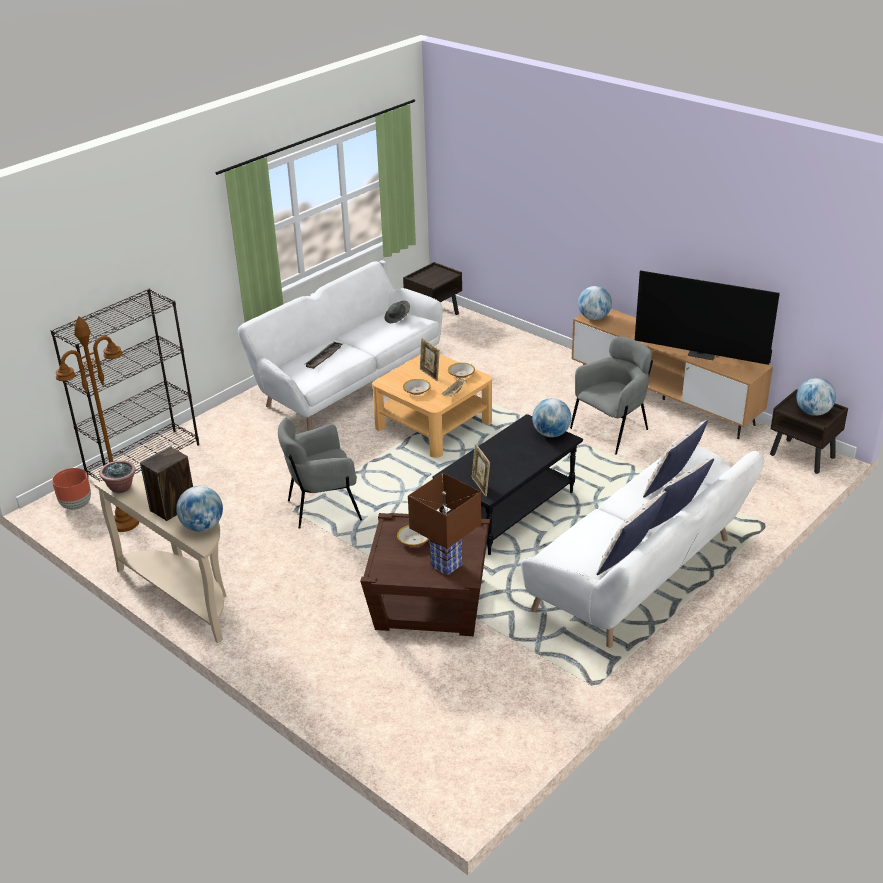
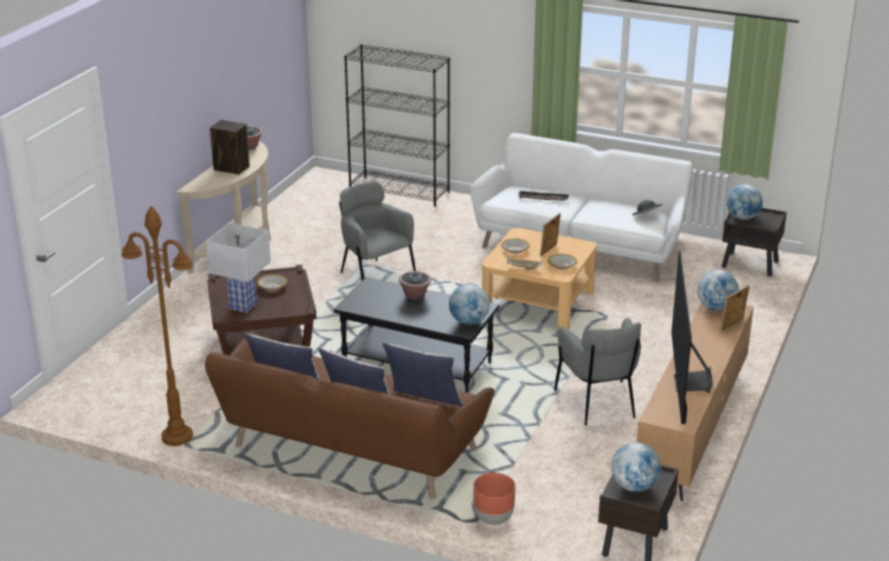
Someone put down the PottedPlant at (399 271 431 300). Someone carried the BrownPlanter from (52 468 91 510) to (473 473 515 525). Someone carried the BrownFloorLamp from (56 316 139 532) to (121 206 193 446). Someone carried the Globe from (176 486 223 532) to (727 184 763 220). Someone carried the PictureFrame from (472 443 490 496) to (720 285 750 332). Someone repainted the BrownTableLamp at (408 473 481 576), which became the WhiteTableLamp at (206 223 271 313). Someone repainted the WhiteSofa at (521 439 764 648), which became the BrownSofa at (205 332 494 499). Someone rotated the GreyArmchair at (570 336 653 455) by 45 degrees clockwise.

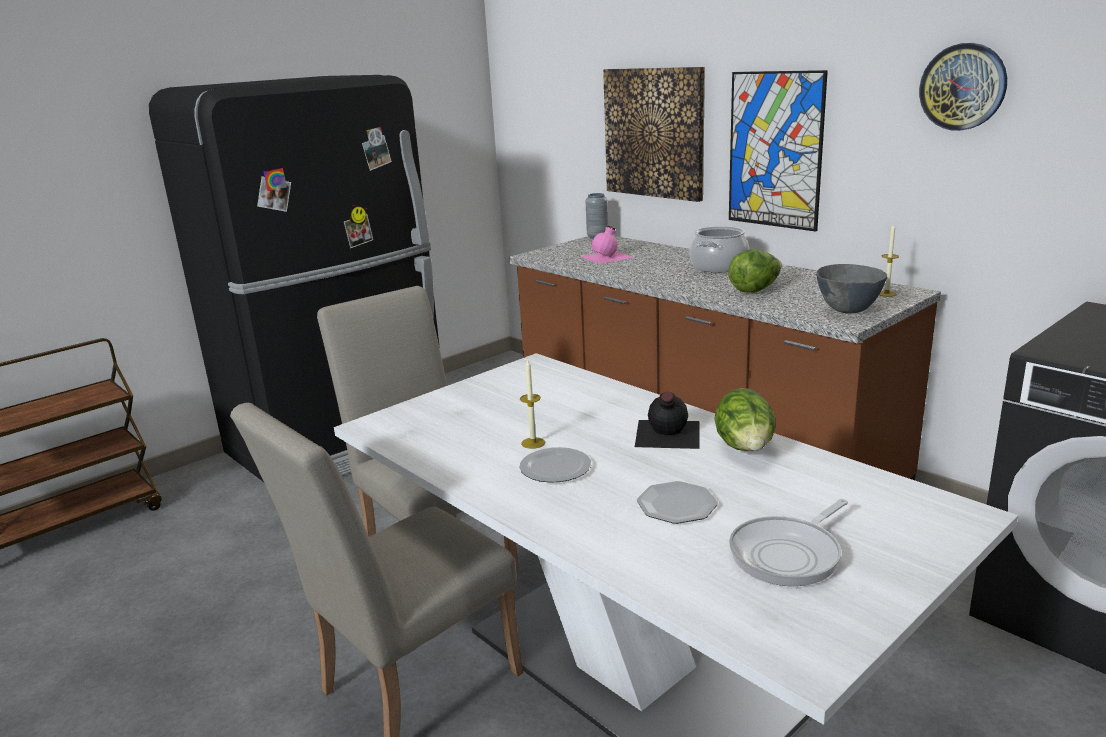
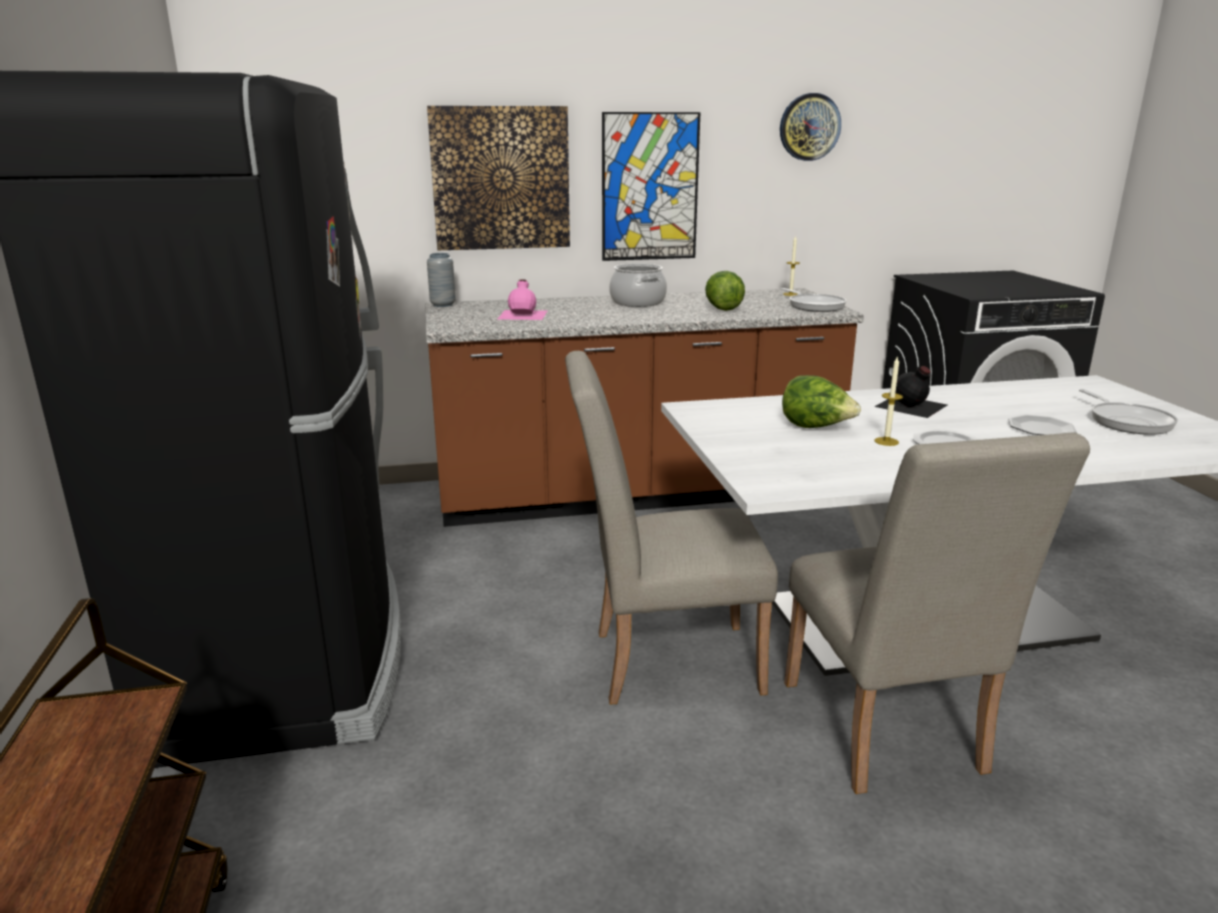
Someone carried the Lettuce from (714 388 776 451) to (782 375 861 428). Someone swapped the GreyBowl at (816 264 887 314) for the FryingPan at (780 288 846 312).

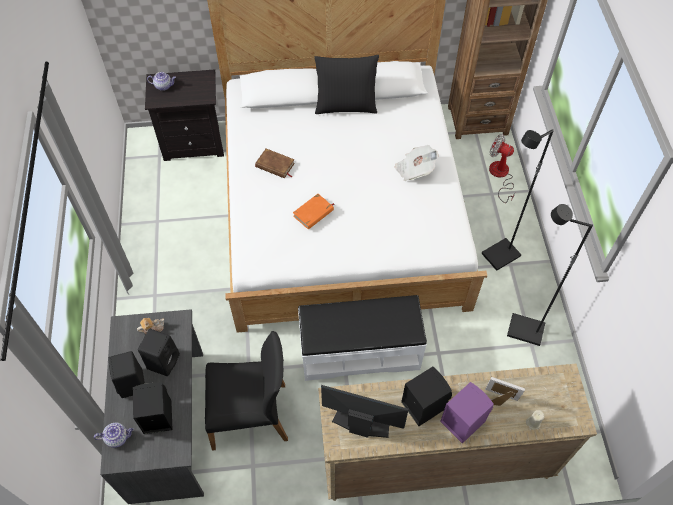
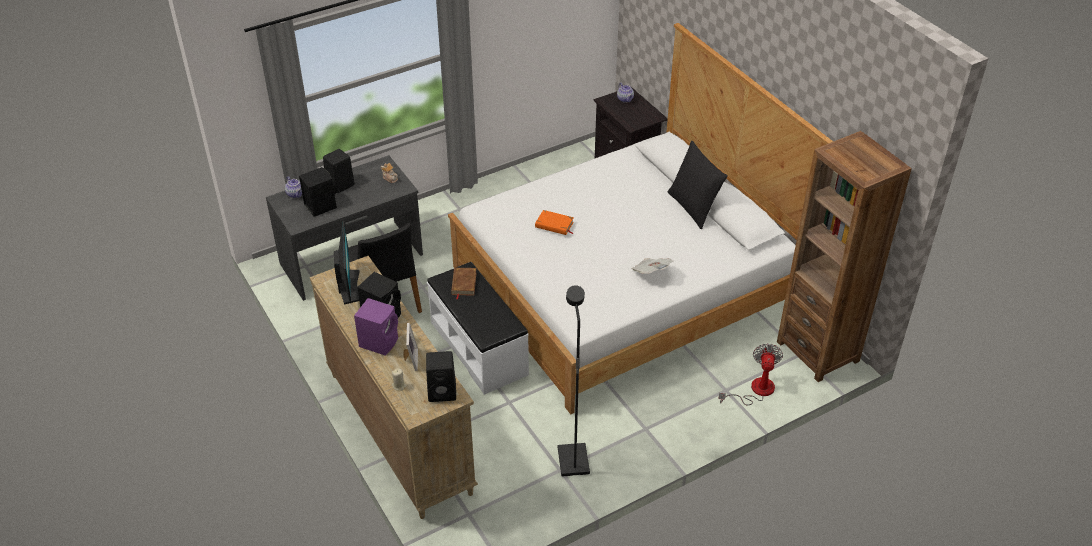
Someone took away the BlackFloorLamp at (481 129 554 271). Someone carried the BlackSpeaker from (138 329 180 376) to (426 351 456 402). Someone carried the BrownBook from (255 149 295 178) to (451 268 477 300).

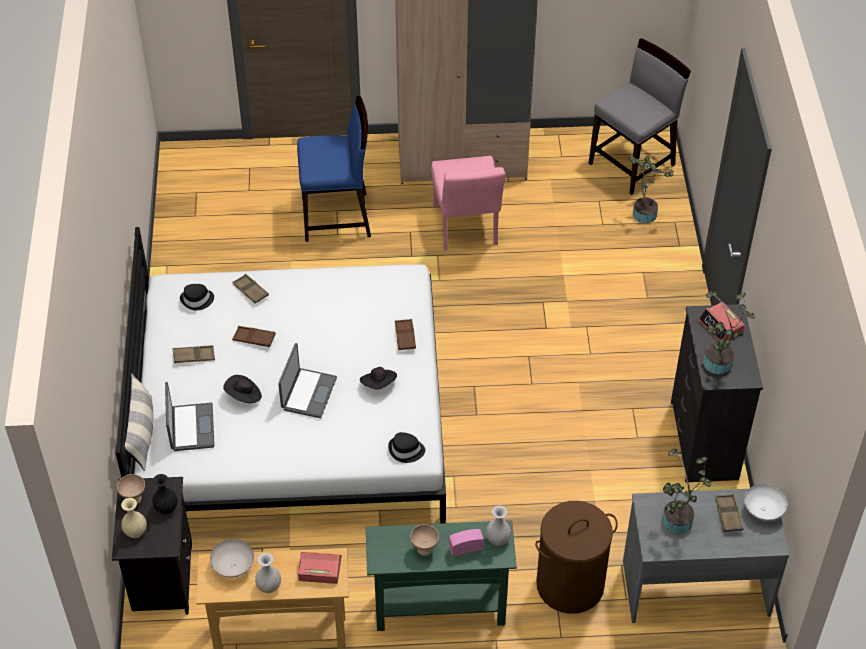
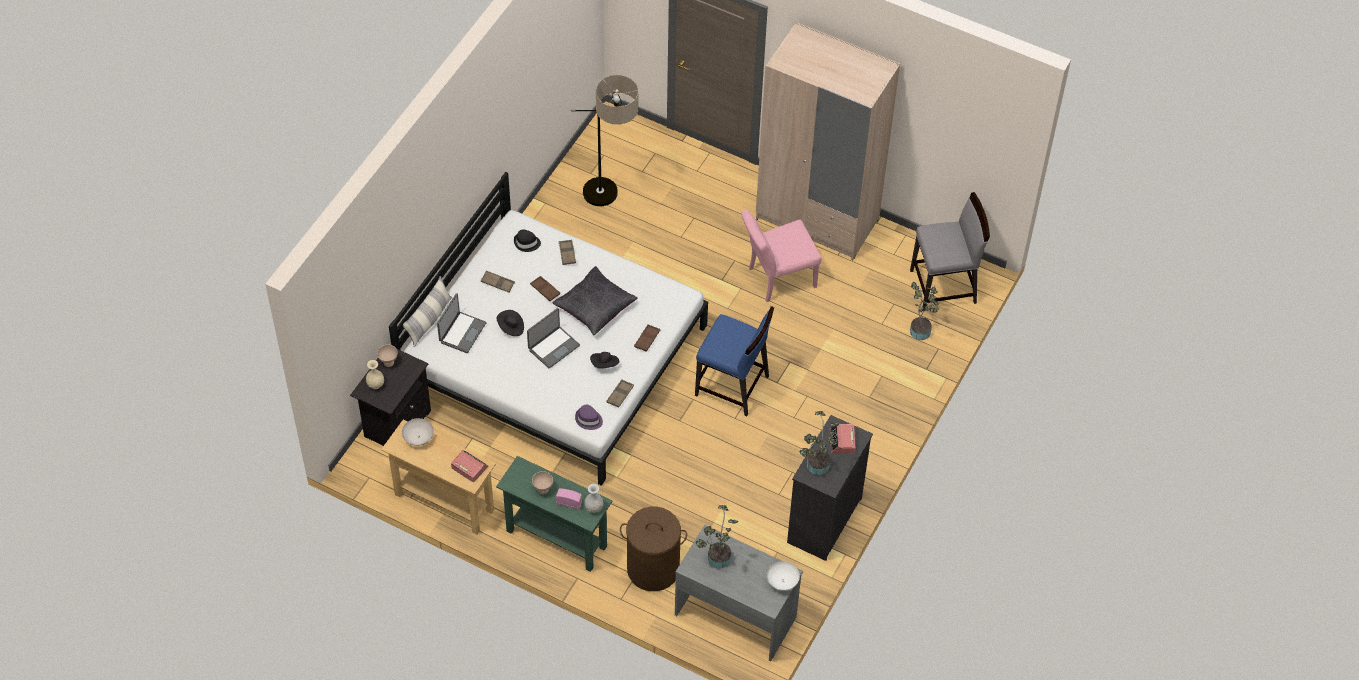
Someone took away the BlackVase at (152 474 178 514). Someone took away the WhiteVase at (255 553 281 593). Someone put down the BlackPillow at (553 266 637 335). Someone put down the FloorLamp at (571 75 638 206). Someone carried the BlueChair from (297 96 371 242) to (695 306 774 416). Someone carried the BrownTray from (715 494 743 532) to (606 379 634 407). Someone repainted the BlackHat at (388 432 425 463), which became the PurpleHat at (575 404 603 430). Someone rotated the PinkChair at (431 156 506 250) by 45 degrees clockwise.

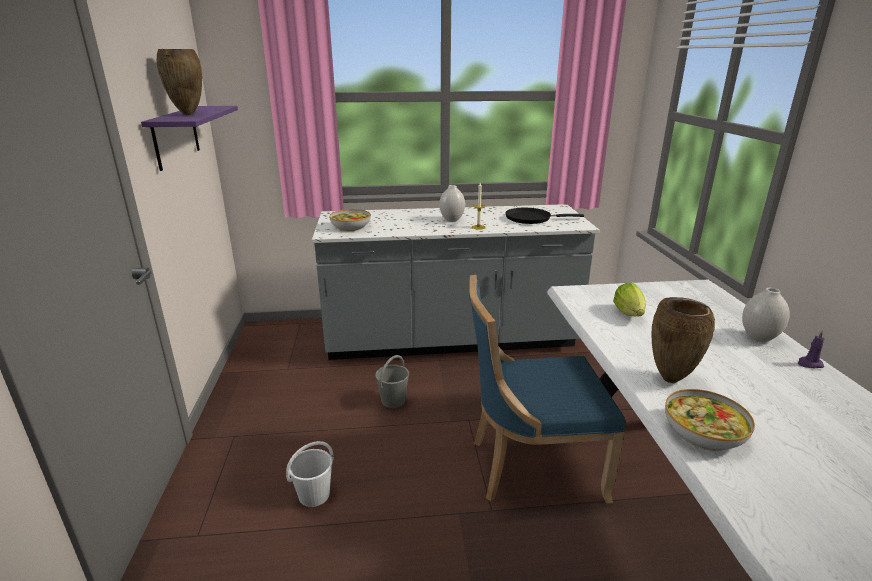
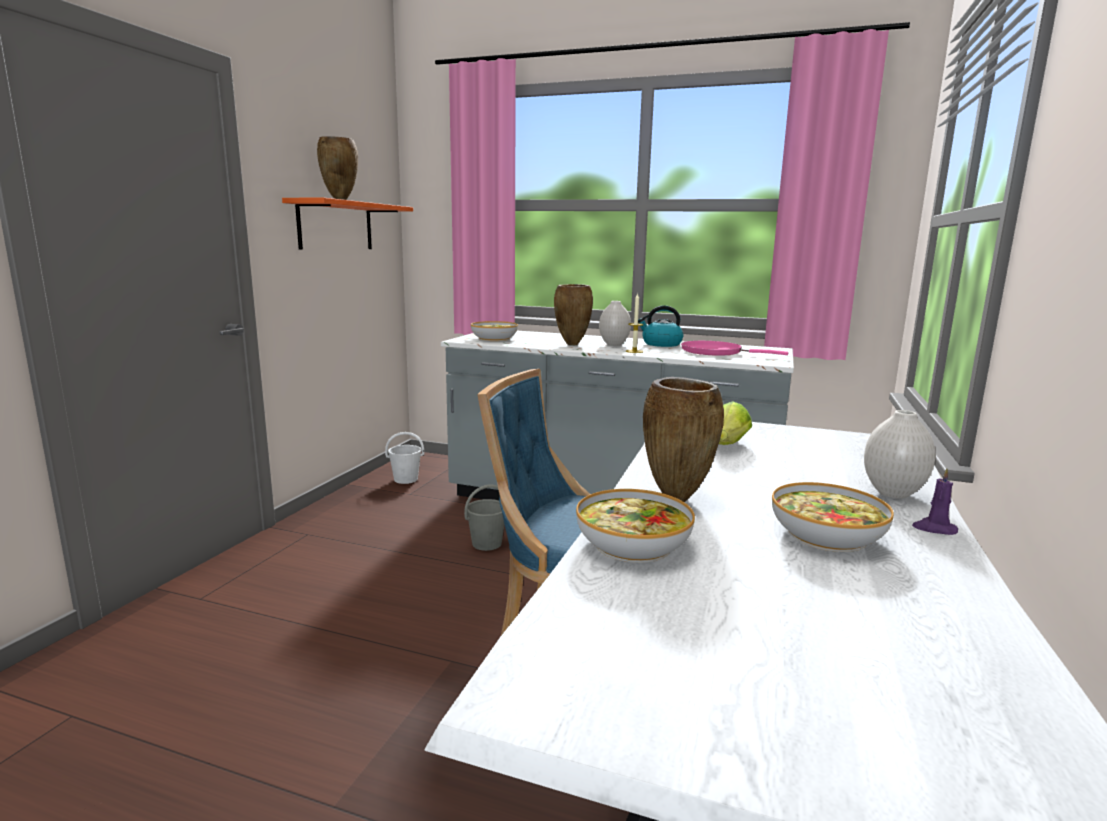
Someone put down the BrownVase at (554 284 593 345). Someone put down the Kettle at (638 306 683 347). Someone put down the Bowl at (772 482 894 552). Someone carried the WhiteBucket from (286 441 334 507) to (385 432 424 484). Someone repainted the PurpleShelf at (141 106 238 171), which became the OrangeShelf at (282 197 413 250). Someone repainted the BlackFryingPan at (505 208 584 224), which became the PinkFryingPan at (681 341 788 356).

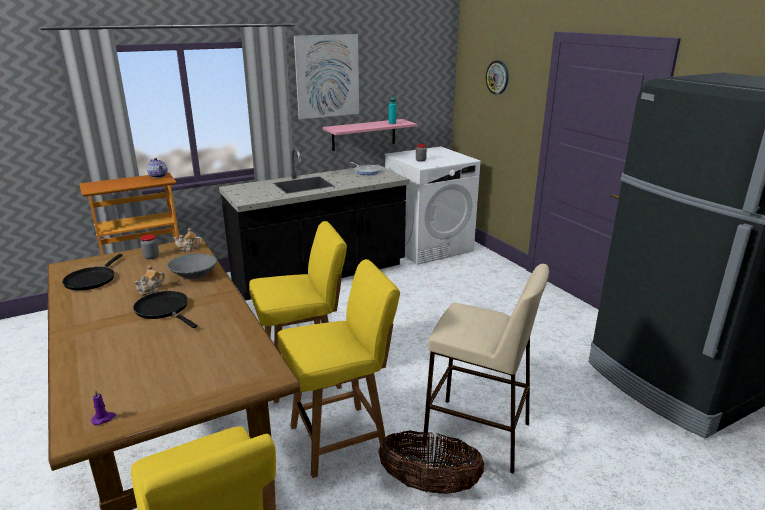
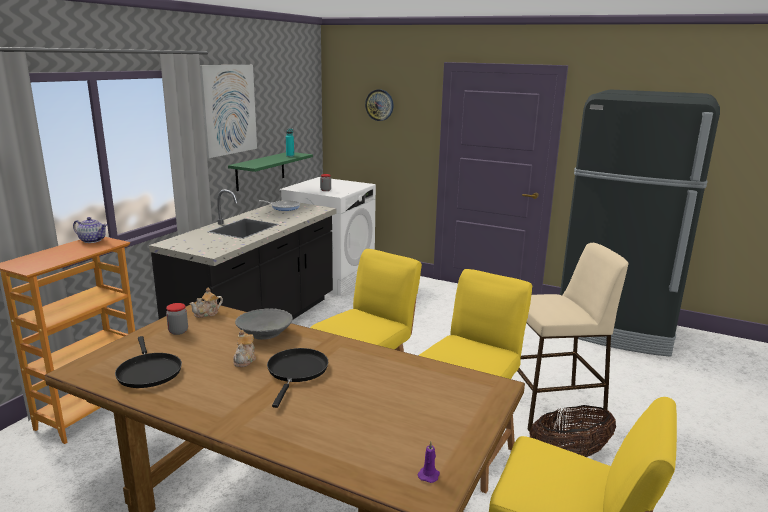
Someone repainted the PinkShelf at (323 119 417 151), which became the GreenShelf at (228 152 313 191). Someone rotated the BlackFryingPan at (133 291 197 328) by 90 degrees clockwise.

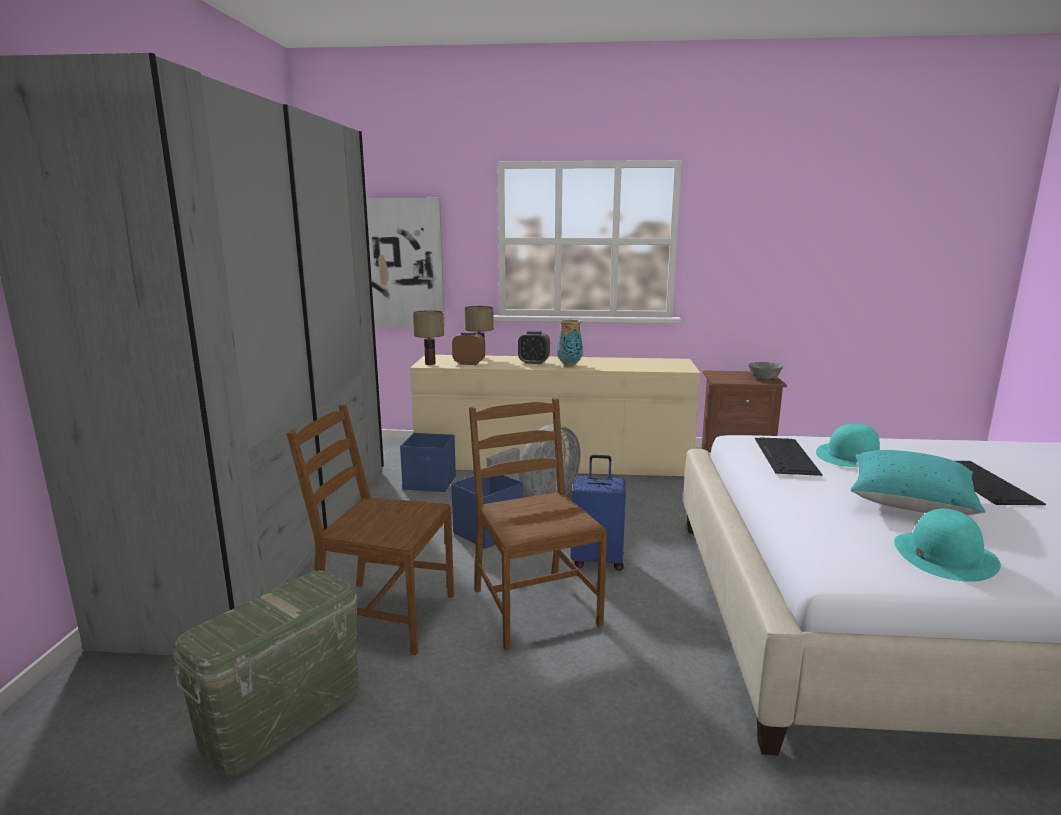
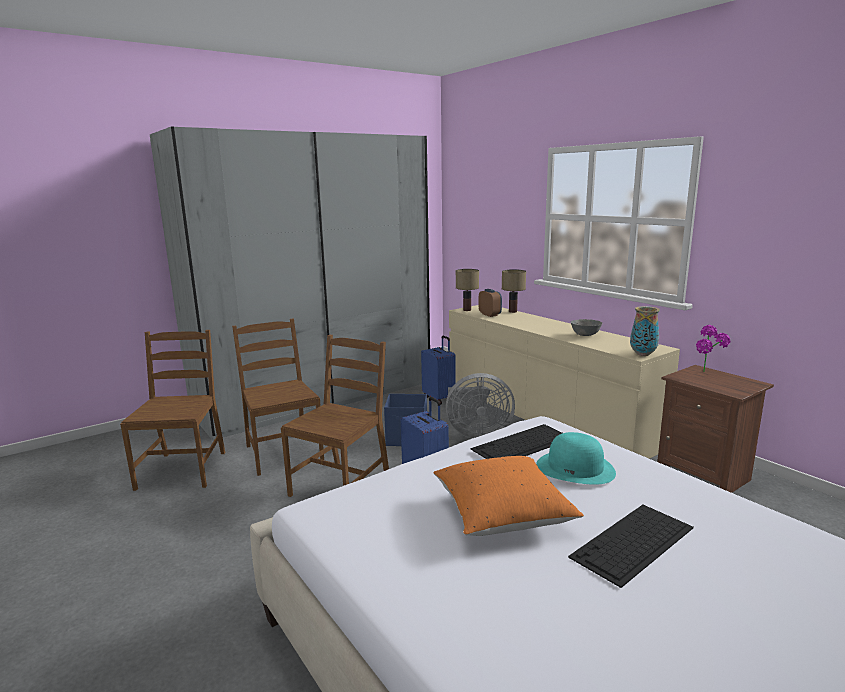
Someone took away the Picture at (366 198 445 327). Someone took away the AlarmClock at (518 331 550 364). Someone took away the TurquoiseHat at (894 508 1001 582). Someone put down the PottedPlant at (696 325 731 372). Someone carried the Vase from (557 319 583 366) to (630 306 660 356). Someone carried the GreyBowl from (748 362 783 380) to (571 319 602 336). Someone swapped the GreenStorageBox at (171 570 359 776) for the BrownChair at (120 330 225 491). Someone swapped the BlueStorageBox at (400 433 456 492) for the BlueSuitcase at (421 336 456 405). Someone repainted the TurquoisePillow at (850 450 986 515), which became the OrangePillow at (434 456 584 536).

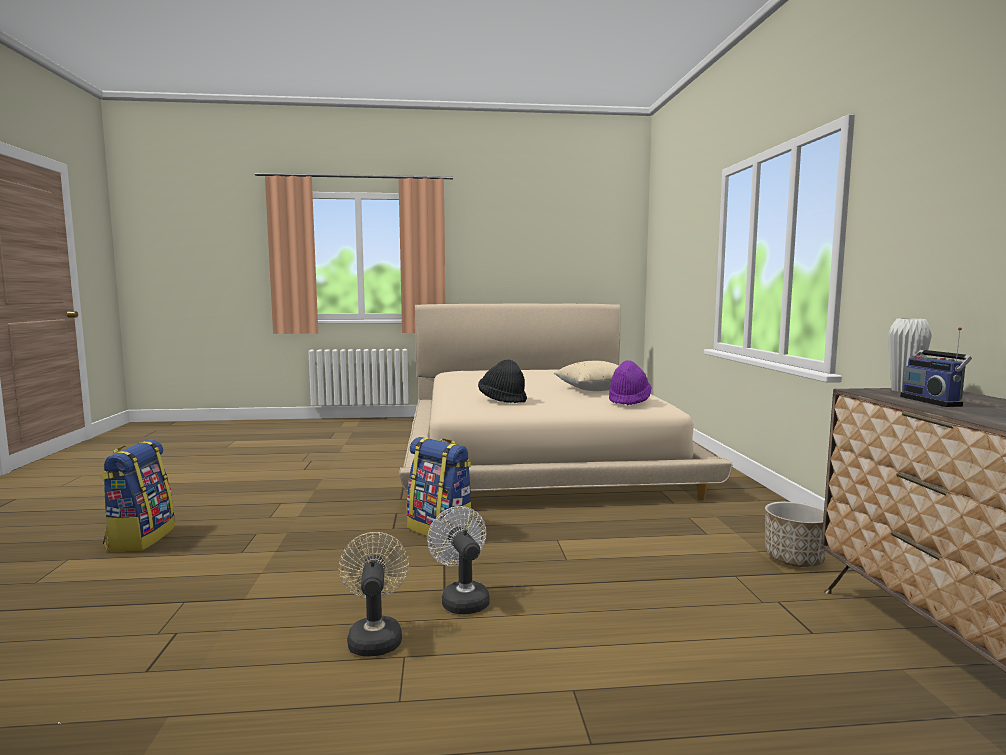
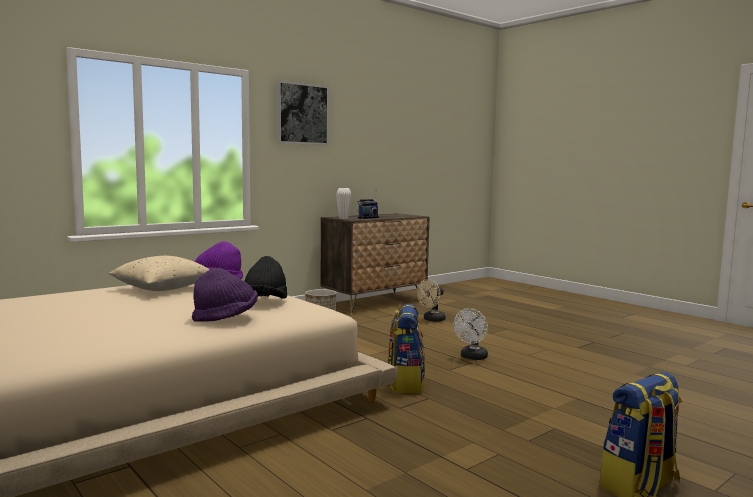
Someone put down the PurpleHat at (192 268 258 322). Someone put up the Picture at (276 80 329 145). Someone carried the BeigeFan from (339 532 409 657) to (417 279 446 322).

